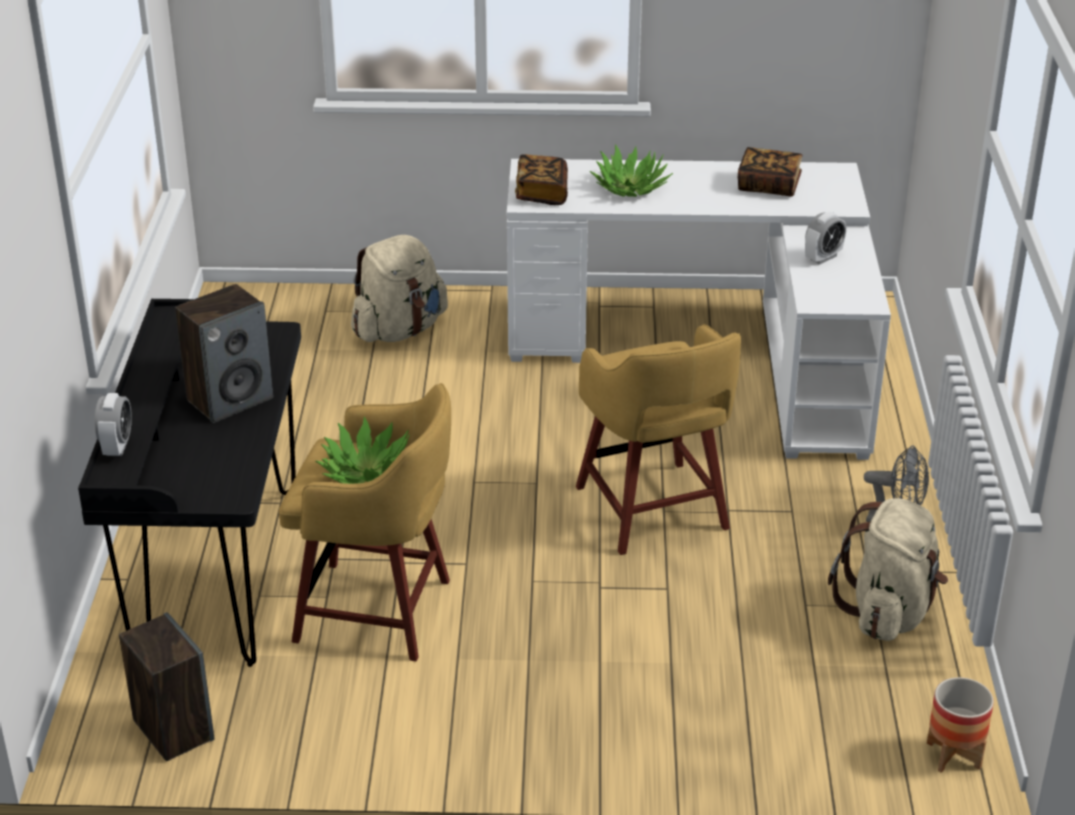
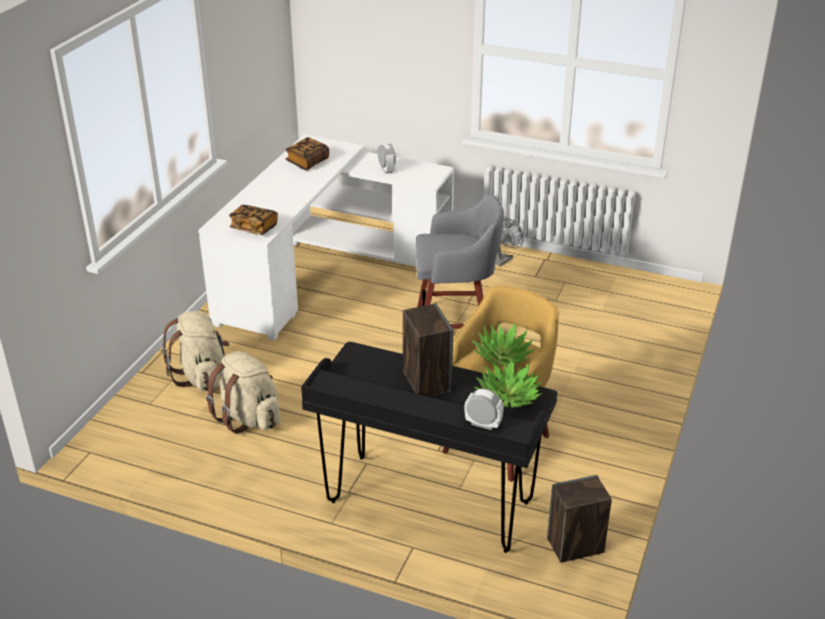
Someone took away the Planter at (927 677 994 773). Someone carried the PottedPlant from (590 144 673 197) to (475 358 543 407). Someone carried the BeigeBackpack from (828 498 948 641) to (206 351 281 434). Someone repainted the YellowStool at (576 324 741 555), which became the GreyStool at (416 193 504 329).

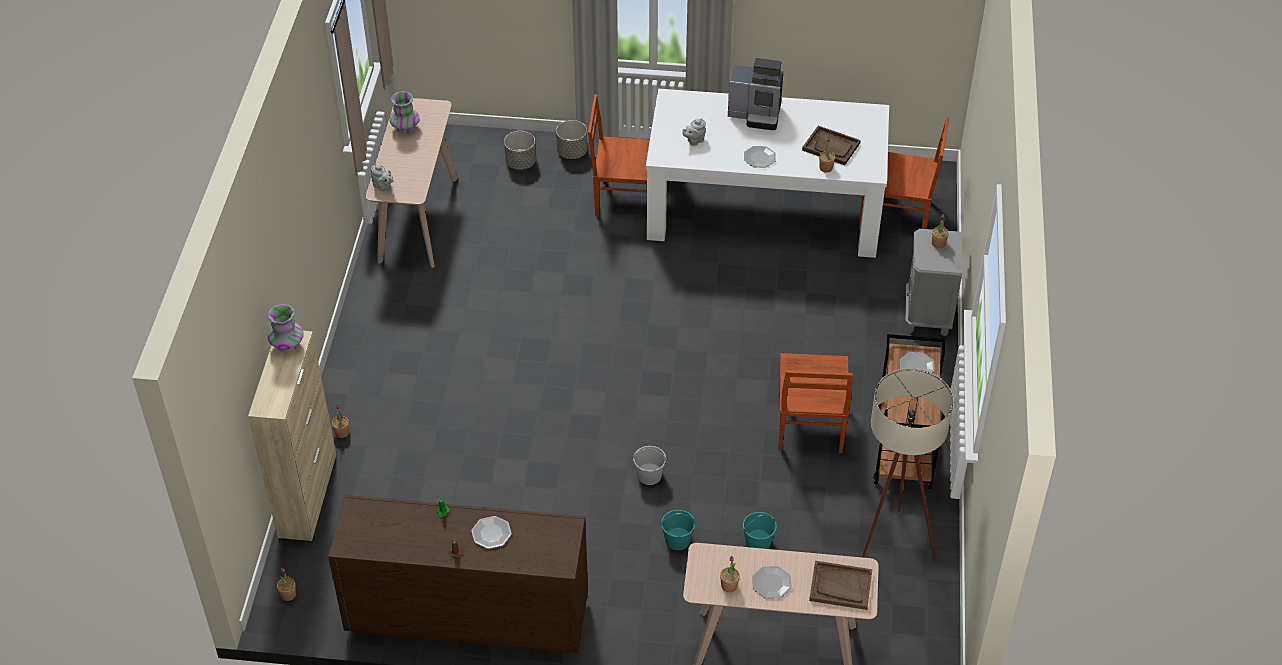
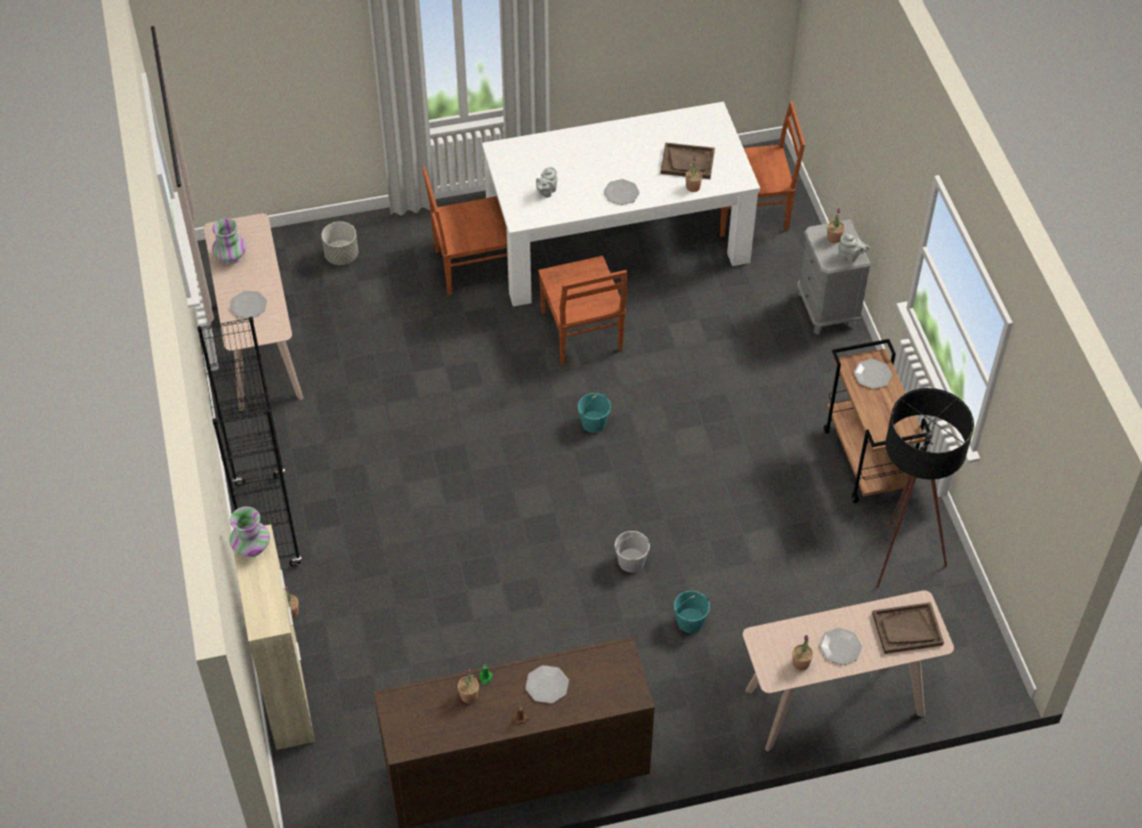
Someone took away the GreyPlanter at (556 120 588 159). Someone took away the CoffeeMachine at (728 58 783 130). Someone put down the BlackBookcase at (197 317 302 567). Someone put down the Plate at (230 291 267 318). Someone carried the PottedPlant from (277 568 296 601) to (458 668 479 703). Someone carried the GreyTeapot from (371 164 394 191) to (838 234 870 262). Someone carried the TurquoiseBucket from (743 512 777 549) to (578 393 611 433). Someone carried the BrownChair from (778 353 853 453) to (538 256 627 365). Someone repainted the BeigeFloorLamp at (862 368 954 562), which became the BlackFloorLamp at (876 388 974 588).

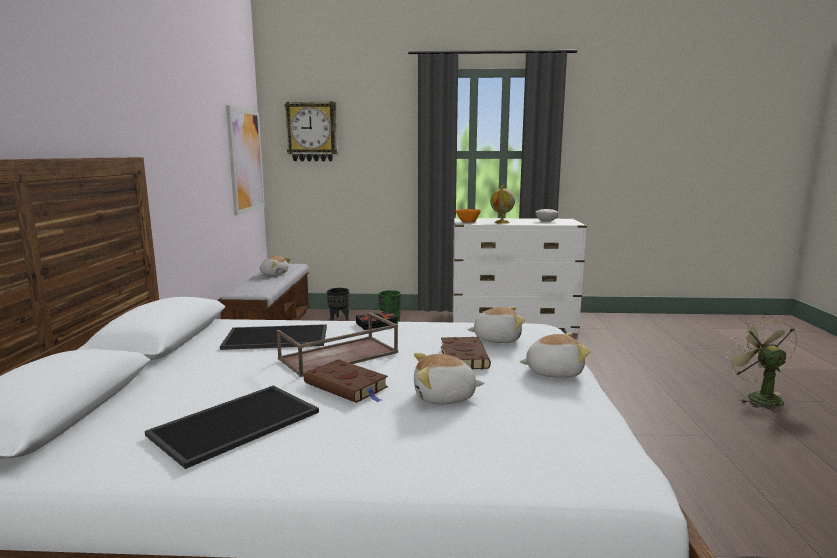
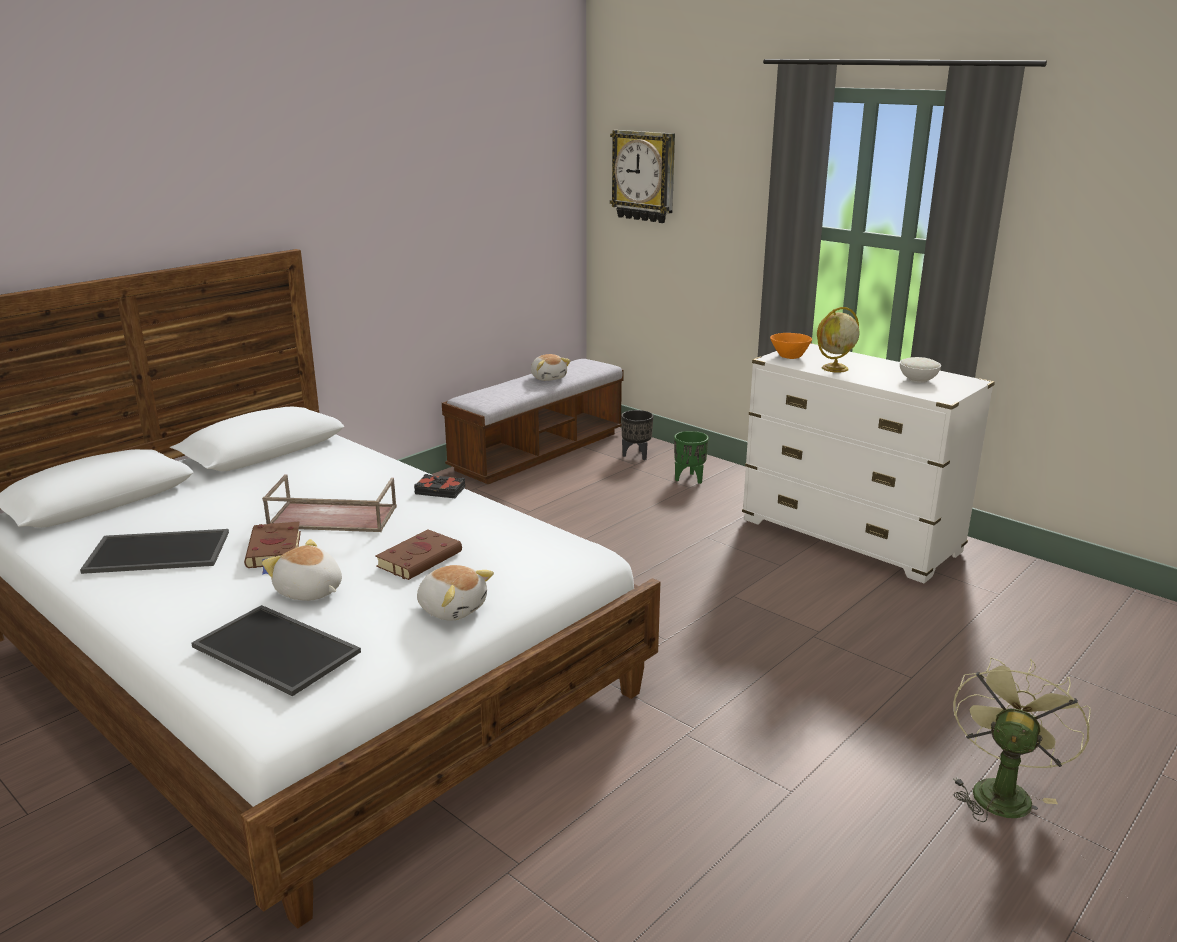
Someone took away the Picture at (226 105 265 215). Someone took away the PlushToy at (467 307 525 343). Someone carried the Tray from (220 324 327 350) to (191 605 361 696).

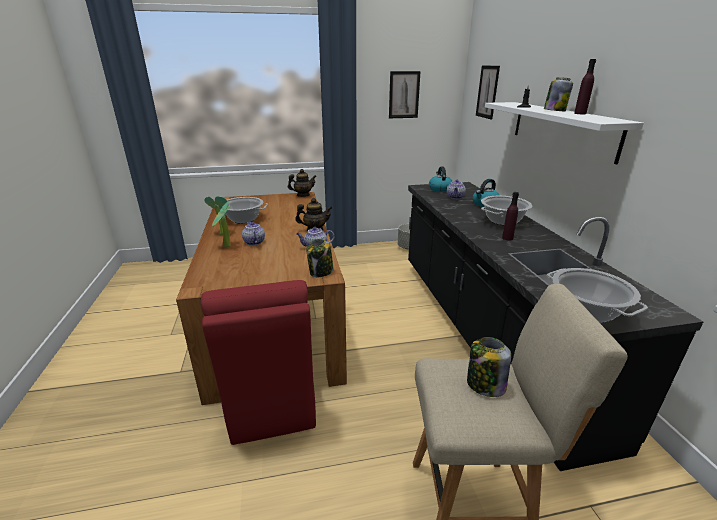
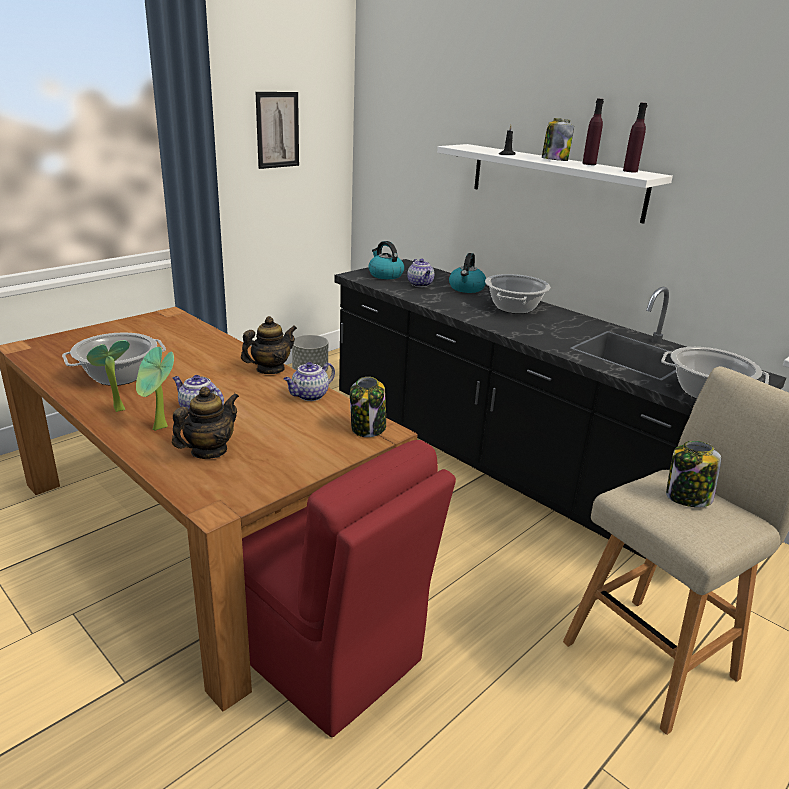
Someone took away the Picture at (476 66 500 119). Someone carried the Teapot from (288 169 317 197) to (172 387 239 459). Someone carried the PurpleBottle from (502 192 519 241) to (623 103 647 172).

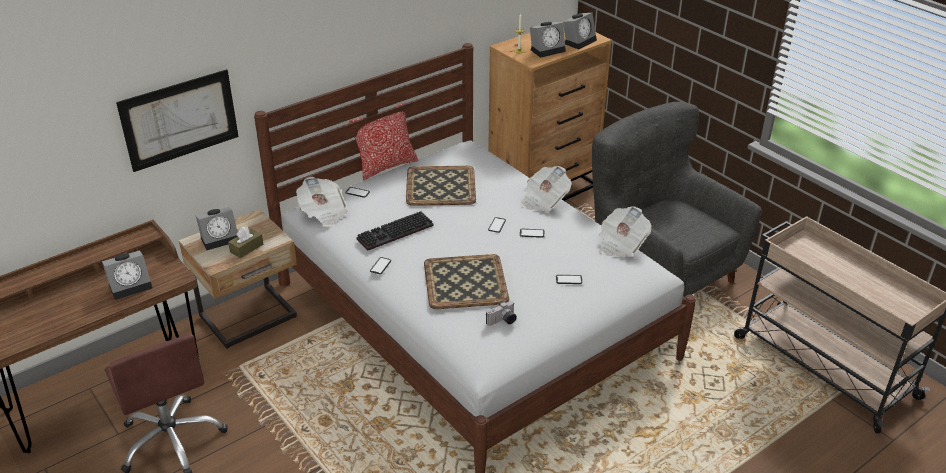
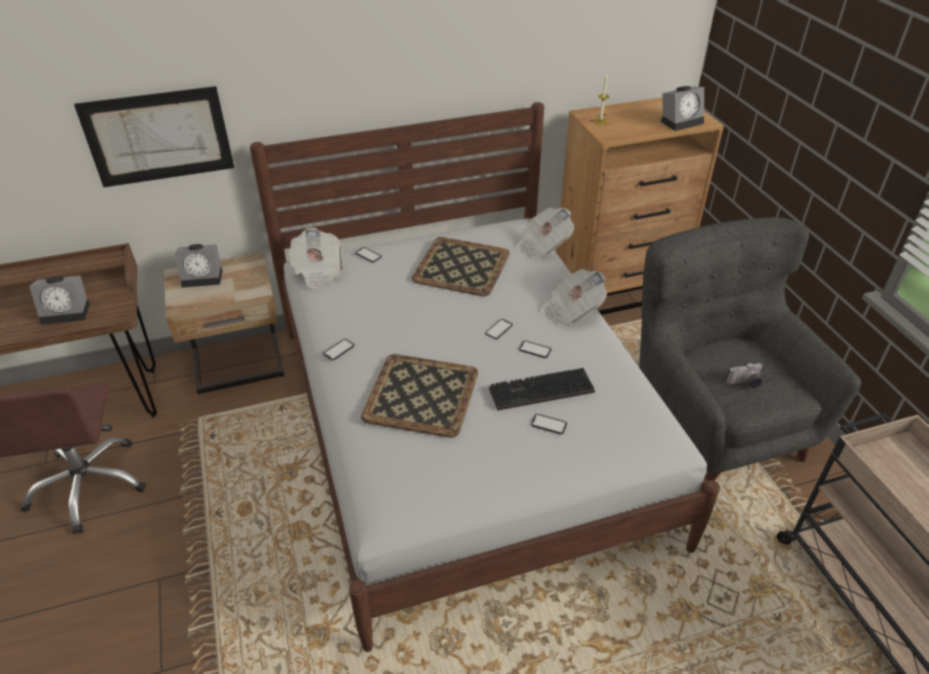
Someone took away the BrownTissueBox at (228 226 263 258). Someone took away the Pillow at (349 103 418 181). Someone took away the AlarmClock at (530 22 566 58). Someone carried the Keyboard from (356 211 434 251) to (489 368 595 411). Someone carried the PhotoCamera from (486 301 517 326) to (726 362 763 388). Someone carried the Newspaper from (599 206 651 258) to (516 208 574 258).

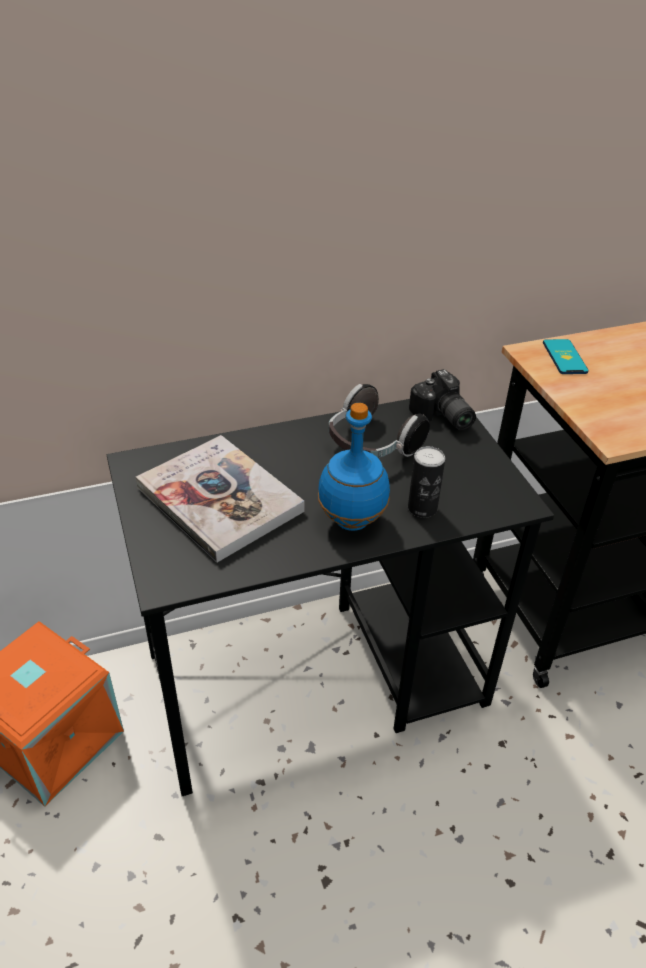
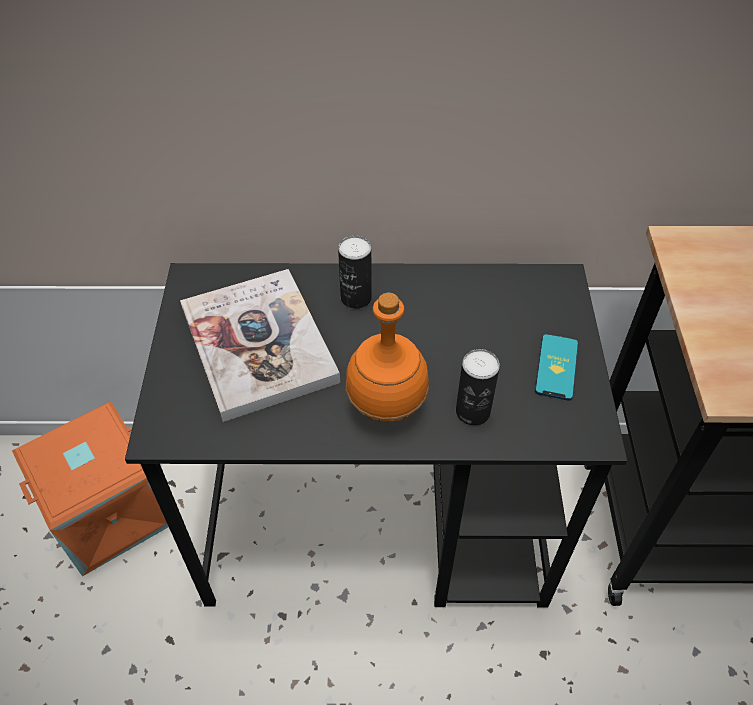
Someone took away the Headphones at (329 384 430 458). Someone took away the PhotoCamera at (409 369 476 430). Someone put down the Can at (338 236 372 309). Someone carried the Phone from (543 339 589 374) to (535 334 578 401). Someone repainted the BlueBottle at (318 403 390 531), which became the OrangeBottle at (346 293 429 422).

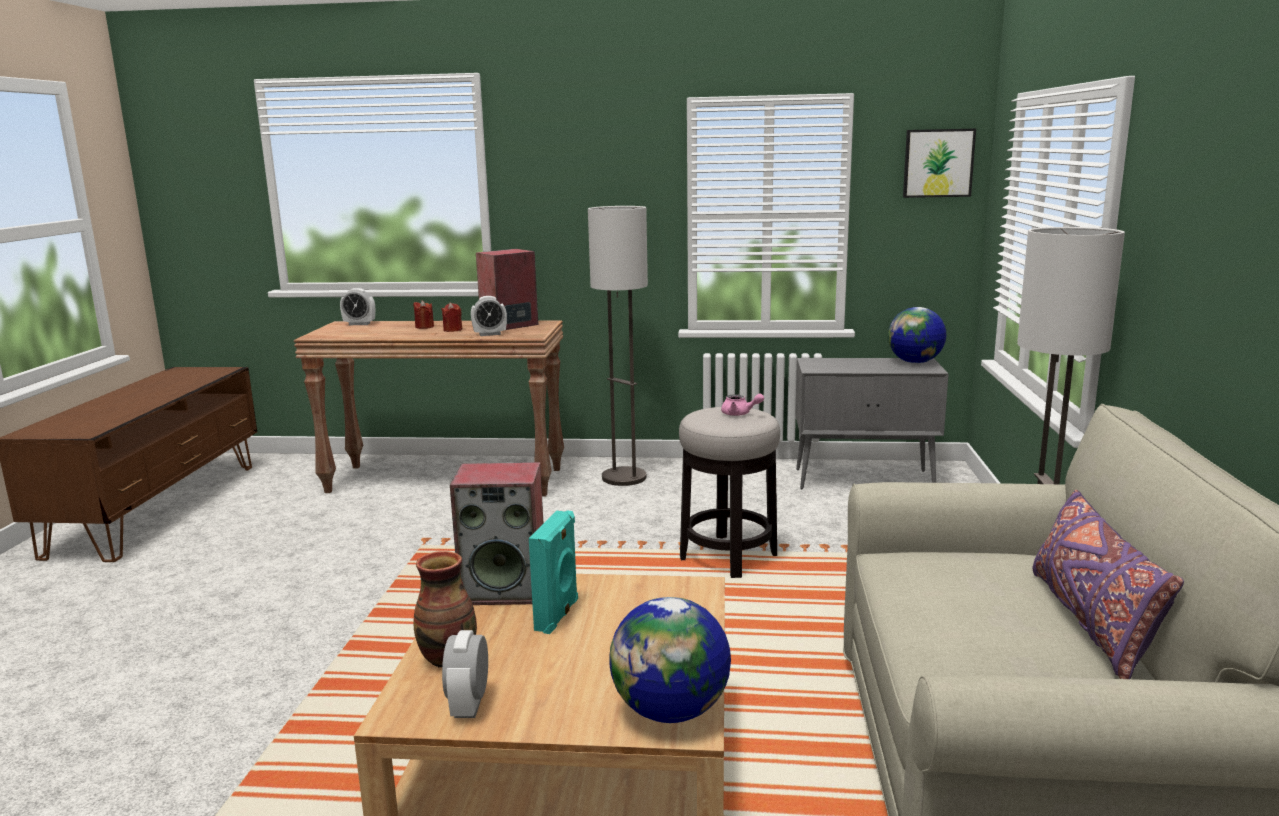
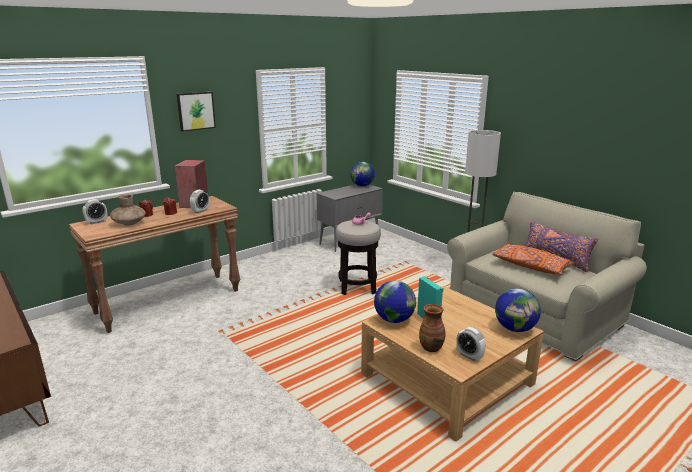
Someone took away the FloorLamp at (588 206 648 486). Someone put down the BrownVase at (110 194 146 225). Someone put down the OrangePillow at (492 244 574 275). Someone carried the Picture from (903 129 976 198) to (177 92 216 132). Someone swapped the Speaker at (450 462 543 605) for the Globe at (374 281 416 323).

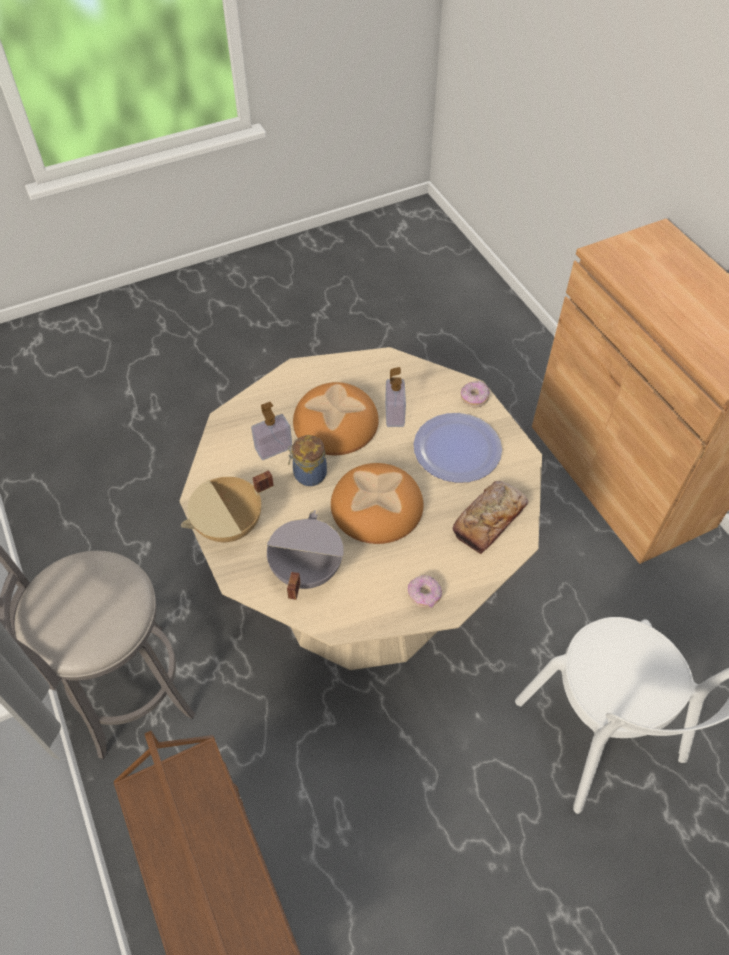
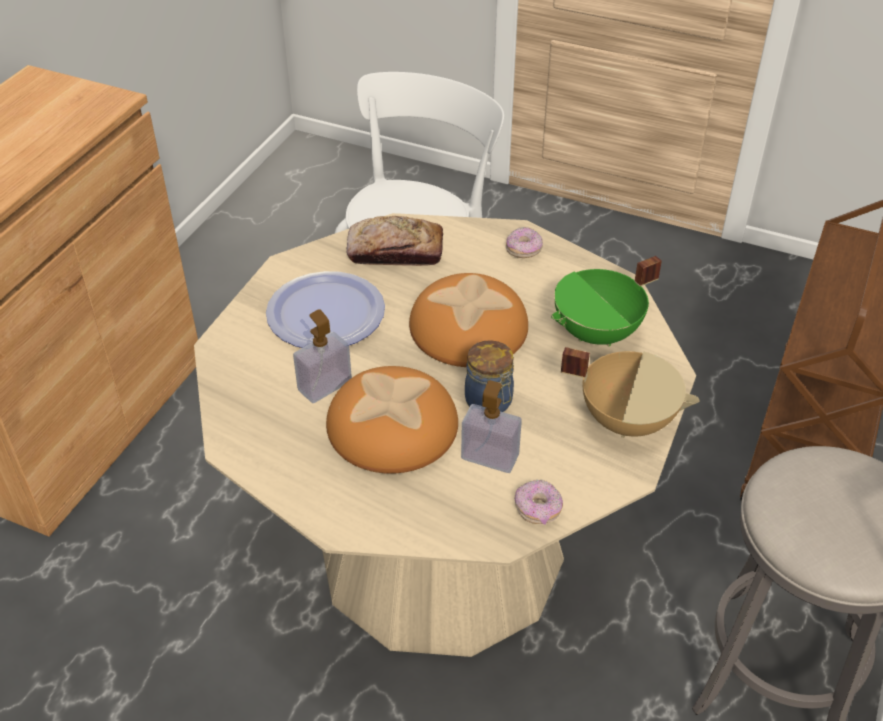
Someone carried the Donut from (461 381 490 408) to (514 479 563 525). Someone repainted the GreyCookingPot at (267 510 344 600), which became the GreenCookingPot at (551 256 662 347).

